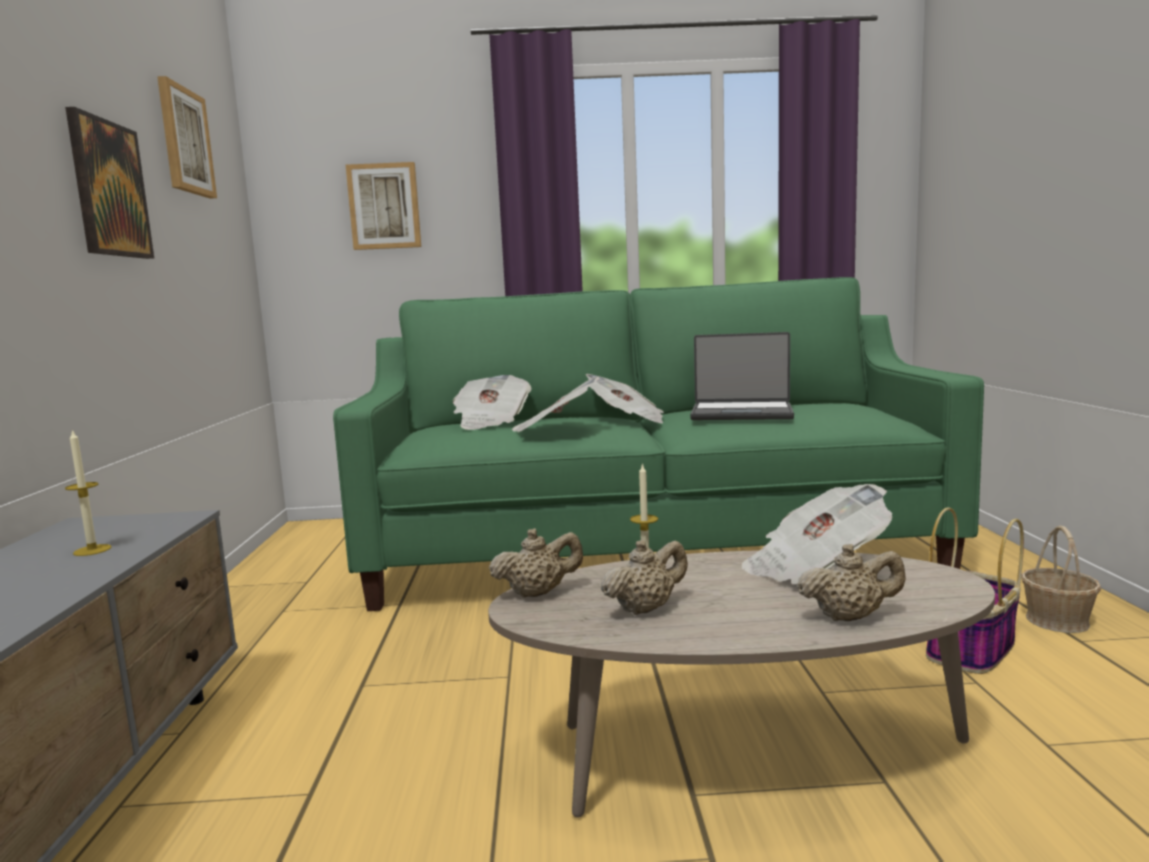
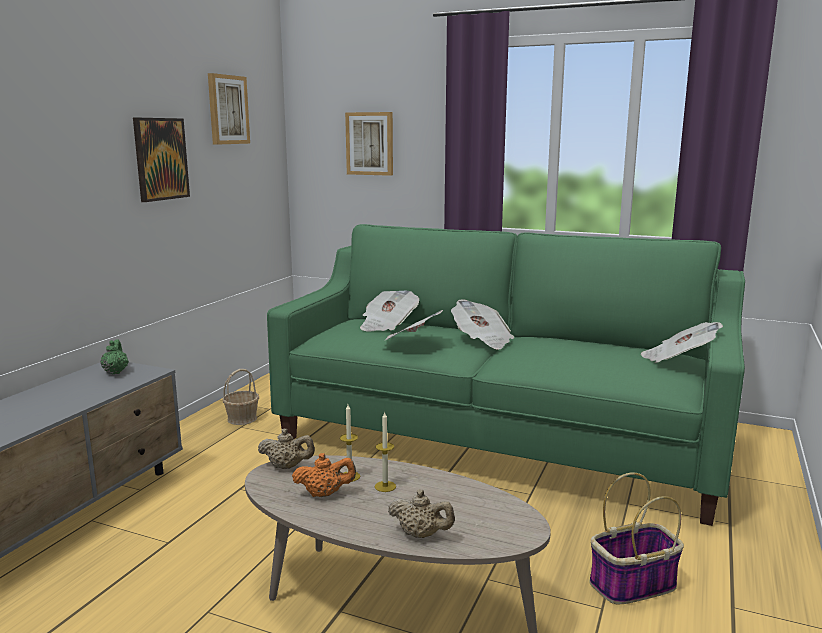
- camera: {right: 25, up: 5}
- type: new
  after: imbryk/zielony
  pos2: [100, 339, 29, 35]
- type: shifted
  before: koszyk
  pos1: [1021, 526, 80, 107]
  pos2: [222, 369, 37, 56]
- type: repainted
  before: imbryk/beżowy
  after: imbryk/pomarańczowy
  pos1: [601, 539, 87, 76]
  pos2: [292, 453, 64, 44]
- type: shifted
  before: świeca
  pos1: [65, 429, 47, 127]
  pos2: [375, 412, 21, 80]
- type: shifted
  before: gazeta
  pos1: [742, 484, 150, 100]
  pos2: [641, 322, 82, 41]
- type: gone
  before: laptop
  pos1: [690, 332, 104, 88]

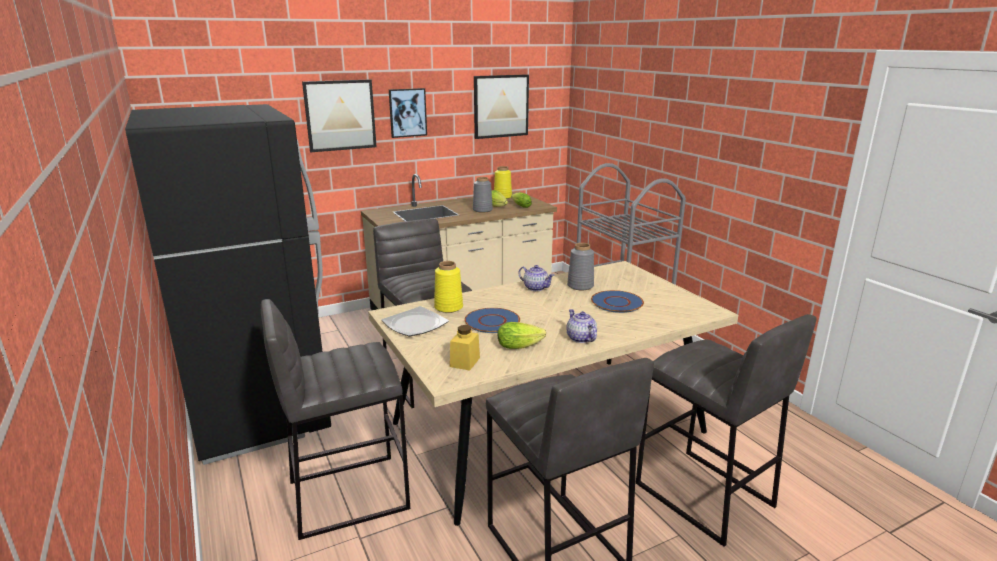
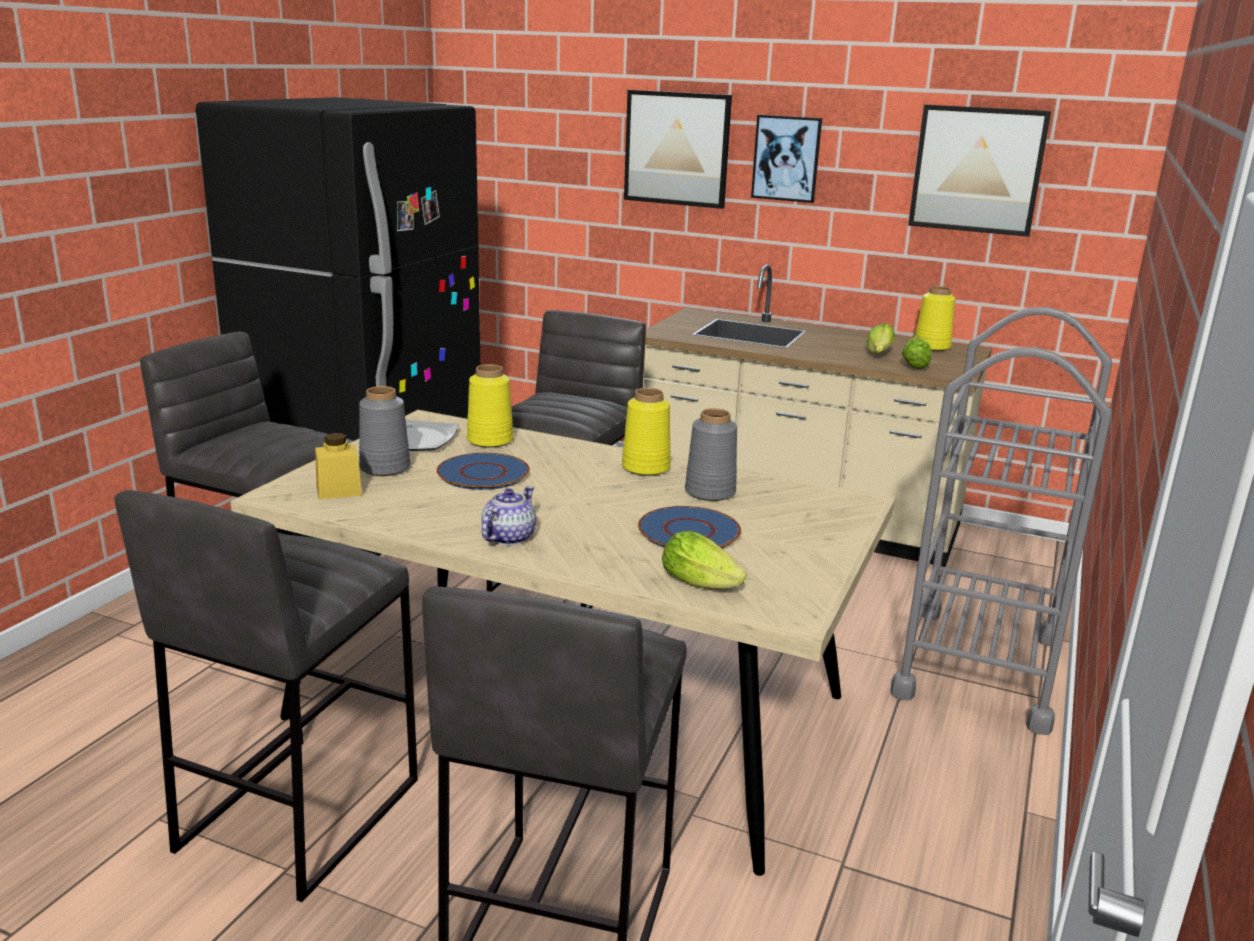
- camera: {right: 50, up: 0}
- type: shifted
  before: wazon/szary
  pos1: [473, 177, 20, 36]
  pos2: [359, 386, 51, 90]
- type: swapped
  before: imbryk
  after: wazon/żółty
  pos1: [518, 265, 37, 26]
  pos2: [622, 388, 49, 88]
- type: shifted
  before: sałata
  pos1: [498, 322, 48, 27]
  pos2: [662, 531, 85, 58]

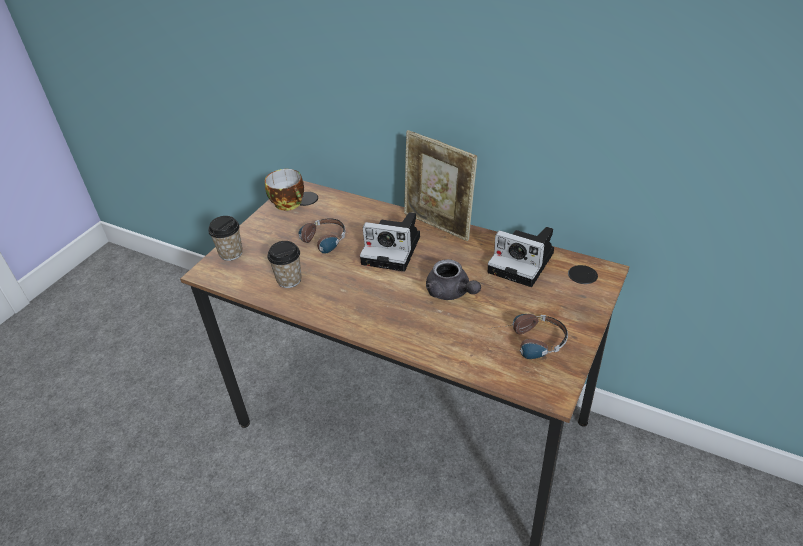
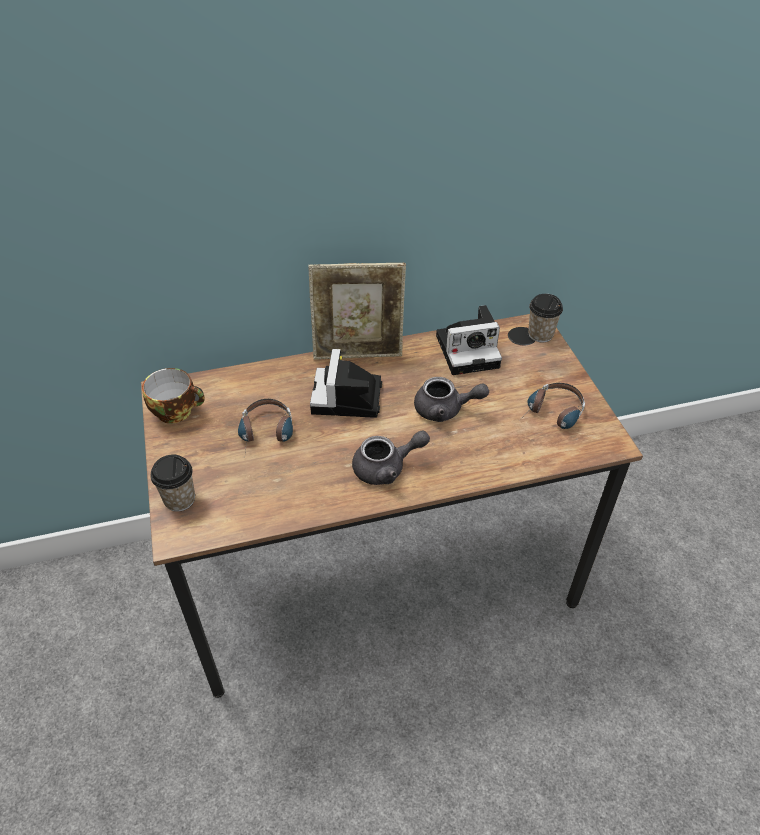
- camera: {right: -45, up: 5}
- type: rotated
  before: aparat fotograficzny
  pos1: [360, 212, 60, 60]
  pos2: [310, 349, 72, 69]
  turn: 120
- type: new
  after: imbryk/szary
  pos2: [352, 430, 78, 55]
- type: shifted
  before: filiżanka
  pos1: [268, 241, 34, 47]
  pos2: [528, 294, 35, 49]

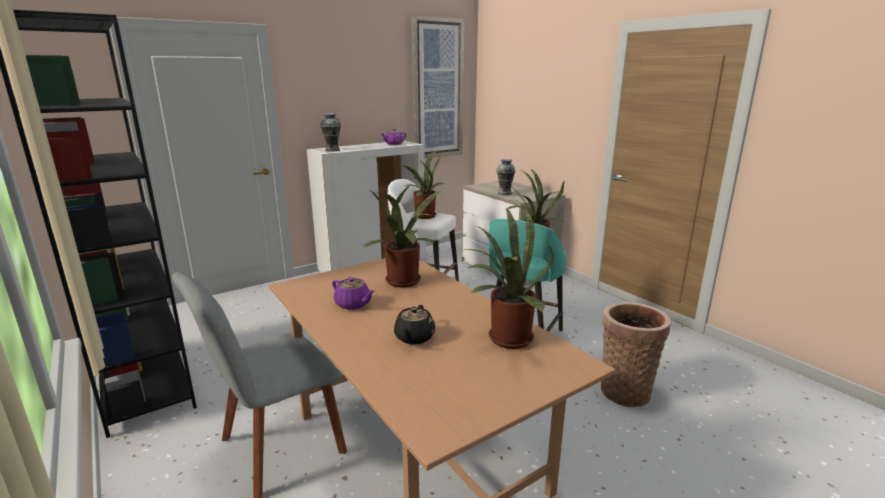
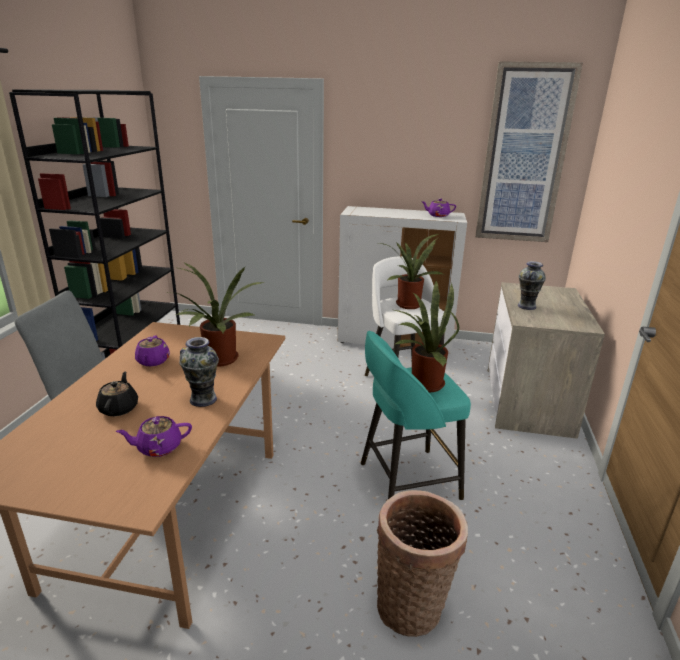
- camera: {right: 45, up: 5}
- type: rotated
  before: imbryk/czarny
  pos1: [394, 305, 41, 39]
  pos2: [96, 371, 42, 45]
  turn: 120
- type: swapped
  before: roślina doniczkowa
  after: imbryk/fioletowy
  pos1: [466, 208, 87, 141]
  pos2: [116, 416, 76, 41]
- type: shifted
  before: wazon
  pos1: [320, 114, 21, 38]
  pos2: [179, 337, 40, 70]

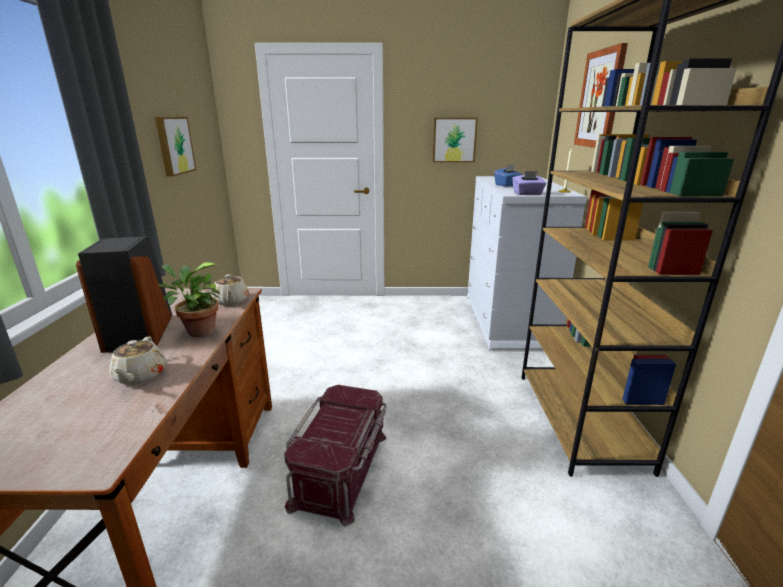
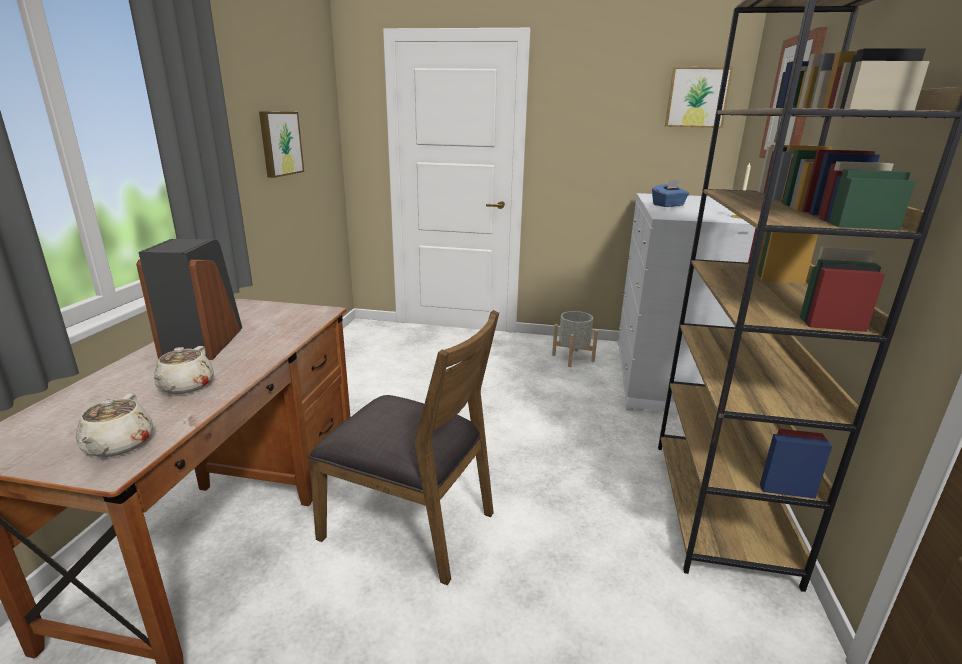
- camera: {right: 10, up: 0}
- type: shifted
  before: imbryk/beżowy
  pos1: [212, 274, 37, 31]
  pos2: [76, 393, 77, 64]
- type: swapped
  before: pojemnik do przechowywania/czerwony
  after: krzesło/brązowy
  pos1: [284, 385, 103, 142]
  pos2: [308, 310, 191, 276]
- type: new
  after: donica/szary
  pos2: [552, 311, 46, 56]
- type: shifted
  before: obraz
  pos1: [433, 118, 45, 44]
  pos2: [665, 67, 68, 61]
- type: gone
  before: roślina doniczkowa
  pos1: [158, 262, 62, 75]
- type: gone
  before: pudełko chusteczek/fioletowy
  pos1: [512, 171, 34, 24]

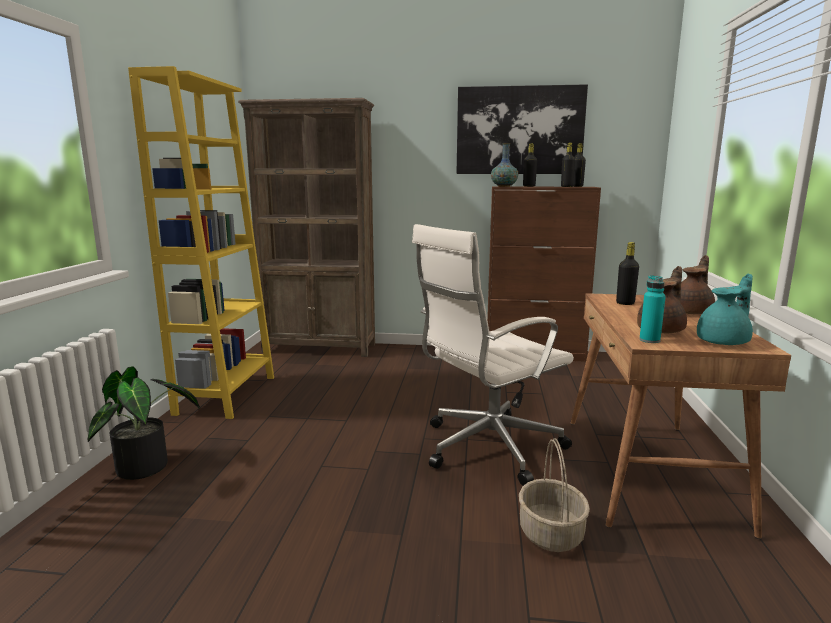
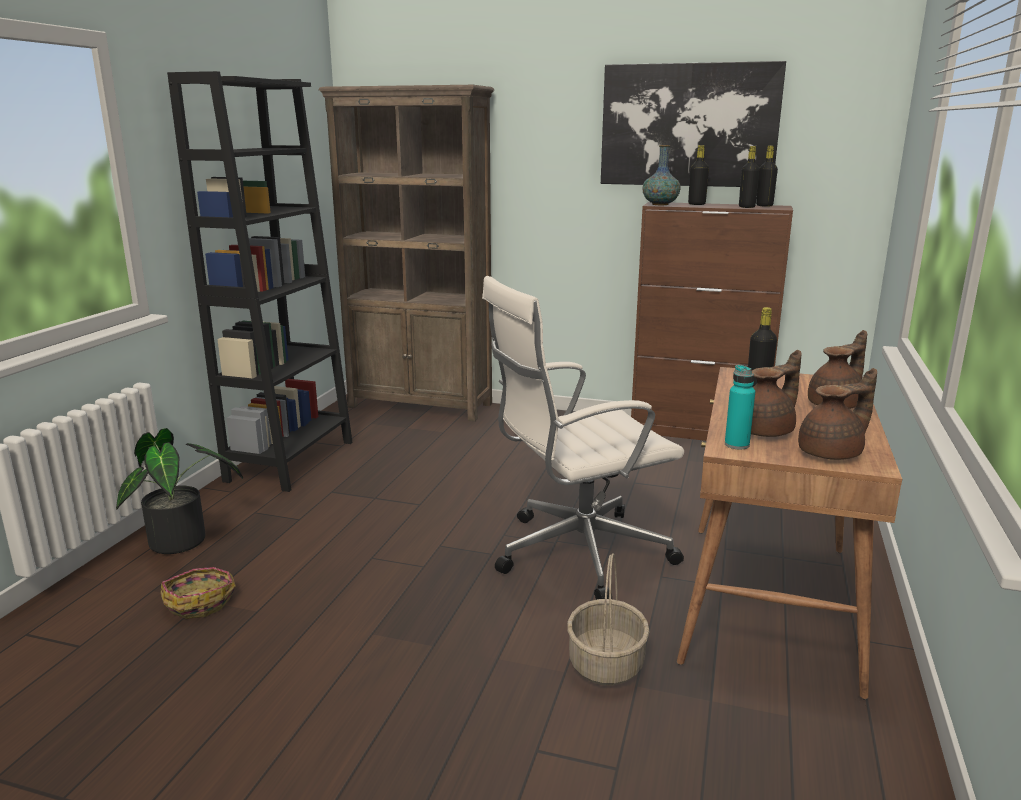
- camera: {right: 10, up: 5}
- type: new
  after: koszyk
  pos2: [160, 567, 76, 52]
- type: repainted
  before: regał/żółty
  after: regał/czarny
  pos1: [128, 66, 146, 353]
  pos2: [167, 71, 186, 421]
- type: repainted
  before: imbryk/turkusowy
  after: imbryk/brązowy
  pos1: [697, 274, 56, 71]
  pos2: [798, 368, 79, 92]

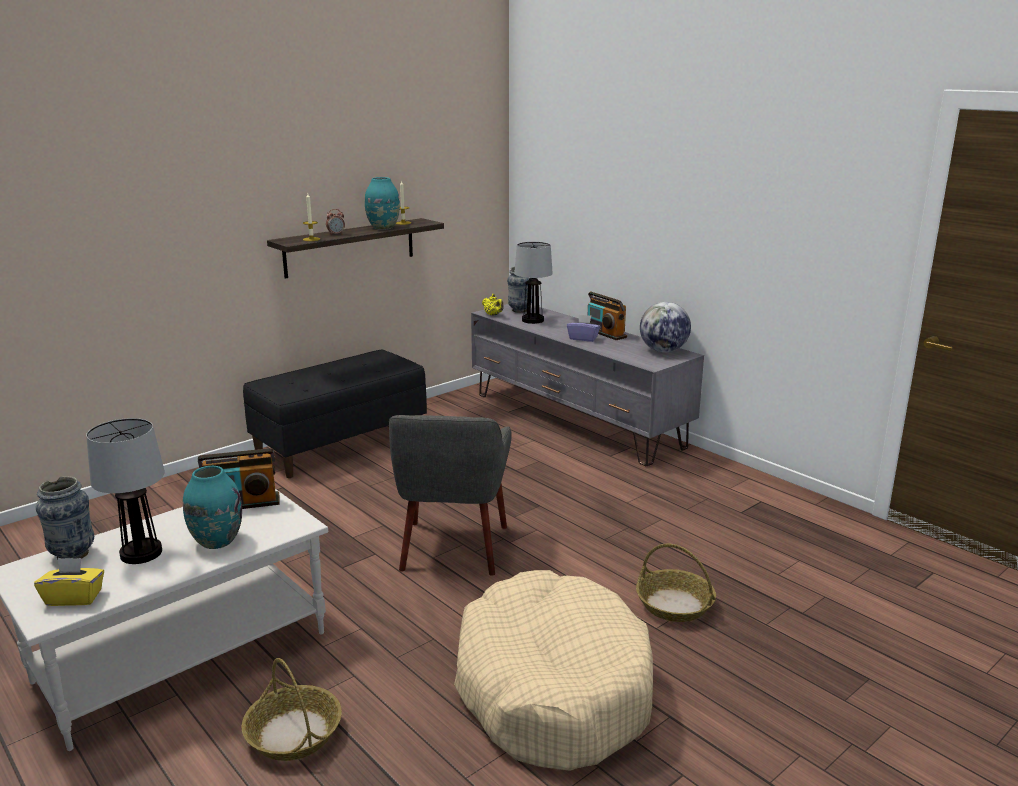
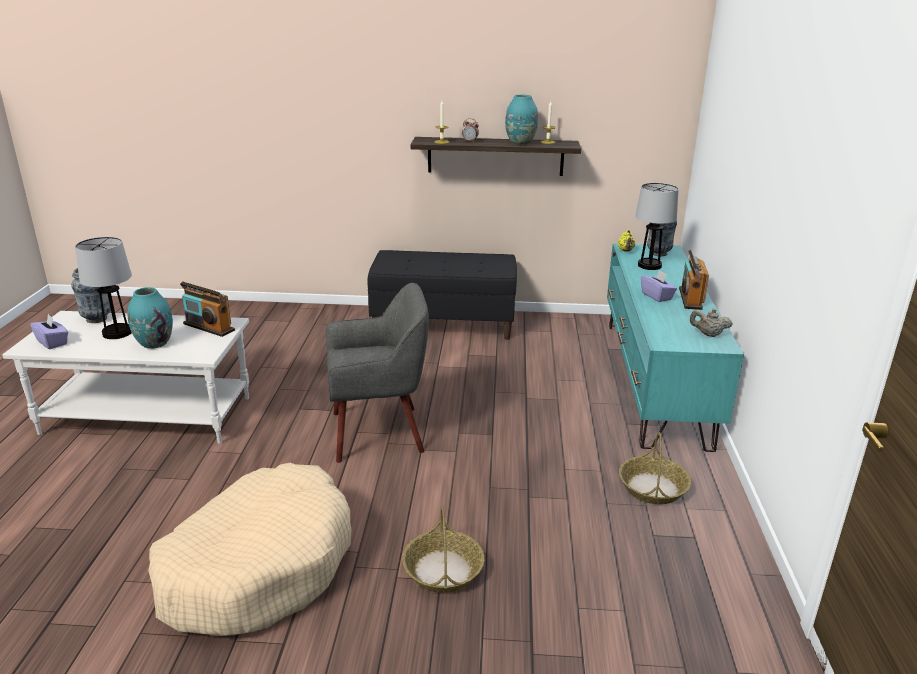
- camera: {right: 45, up: 5}
- type: repainted
  before: pudełko chusteczek/żółty
  after: pudełko chusteczek/fioletowy
  pos1: [34, 558, 70, 48]
  pos2: [30, 314, 38, 35]
- type: rotated
  before: fotel/szary
  pos1: [389, 415, 123, 161]
  pos2: [326, 283, 103, 180]
  turn: -150
- type: repainted
  before: szafka pod telewizor/szary
  after: szafka pod telewizor/turkusowy
  pos1: [471, 304, 233, 162]
  pos2: [607, 243, 137, 209]
- type: shifted
  before: koszyk
  pos1: [241, 658, 101, 103]
  pos2: [619, 432, 72, 72]
- type: swapped
  before: globus
  after: imbryk/beżowy
  pos1: [640, 302, 51, 50]
  pos2: [690, 309, 43, 28]

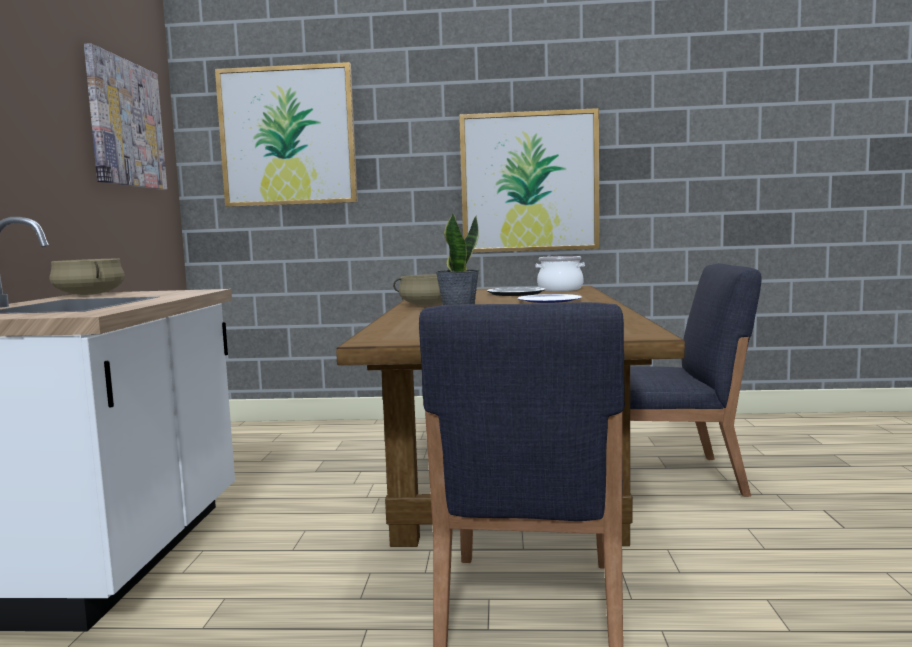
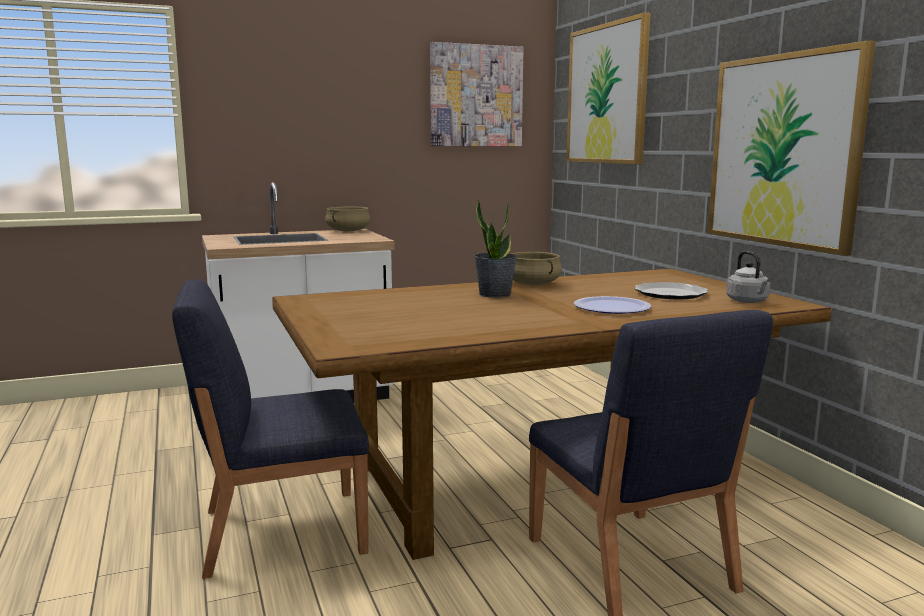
- camera: {right: 65, up: 5}
- type: swapped
  before: garnek
  after: czajnik/szary
  pos1: [535, 256, 50, 35]
  pos2: [726, 251, 44, 52]

